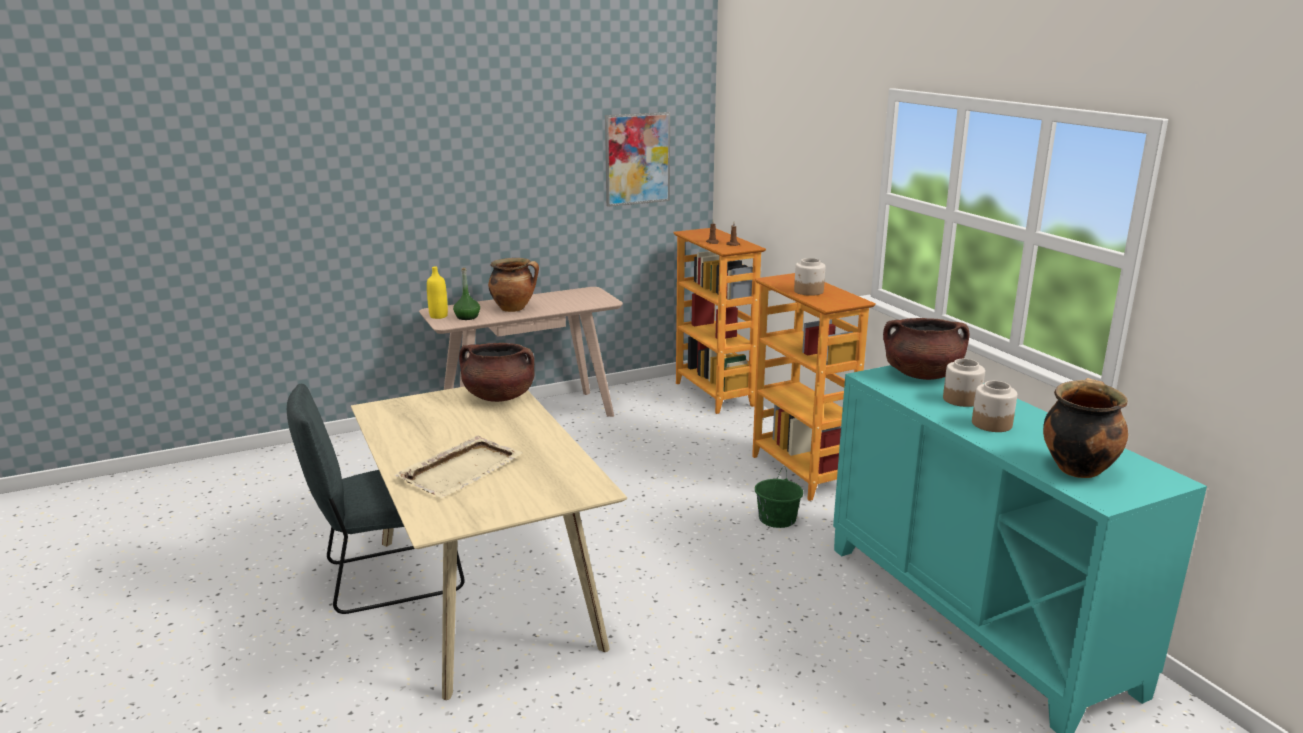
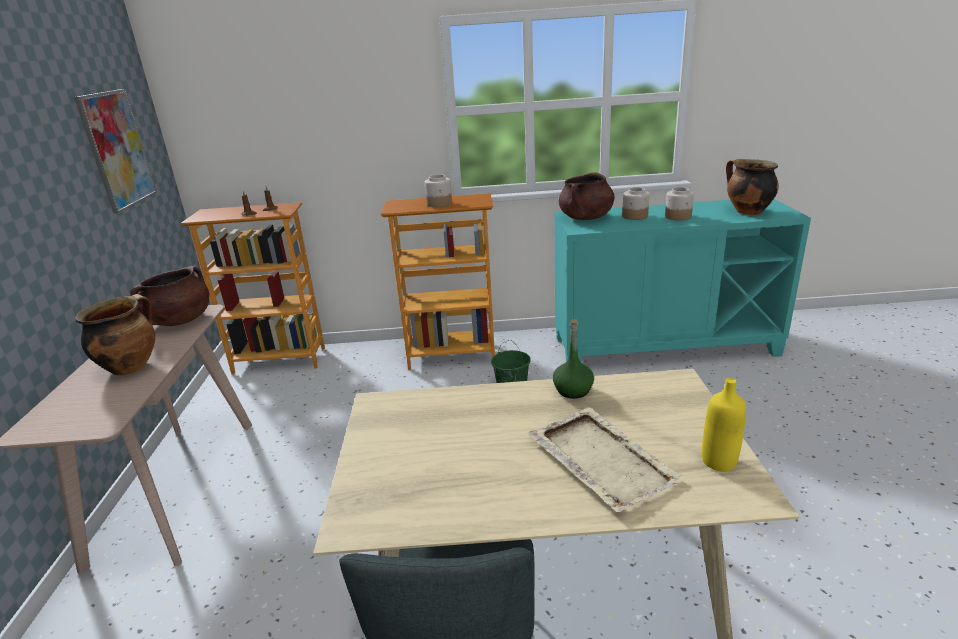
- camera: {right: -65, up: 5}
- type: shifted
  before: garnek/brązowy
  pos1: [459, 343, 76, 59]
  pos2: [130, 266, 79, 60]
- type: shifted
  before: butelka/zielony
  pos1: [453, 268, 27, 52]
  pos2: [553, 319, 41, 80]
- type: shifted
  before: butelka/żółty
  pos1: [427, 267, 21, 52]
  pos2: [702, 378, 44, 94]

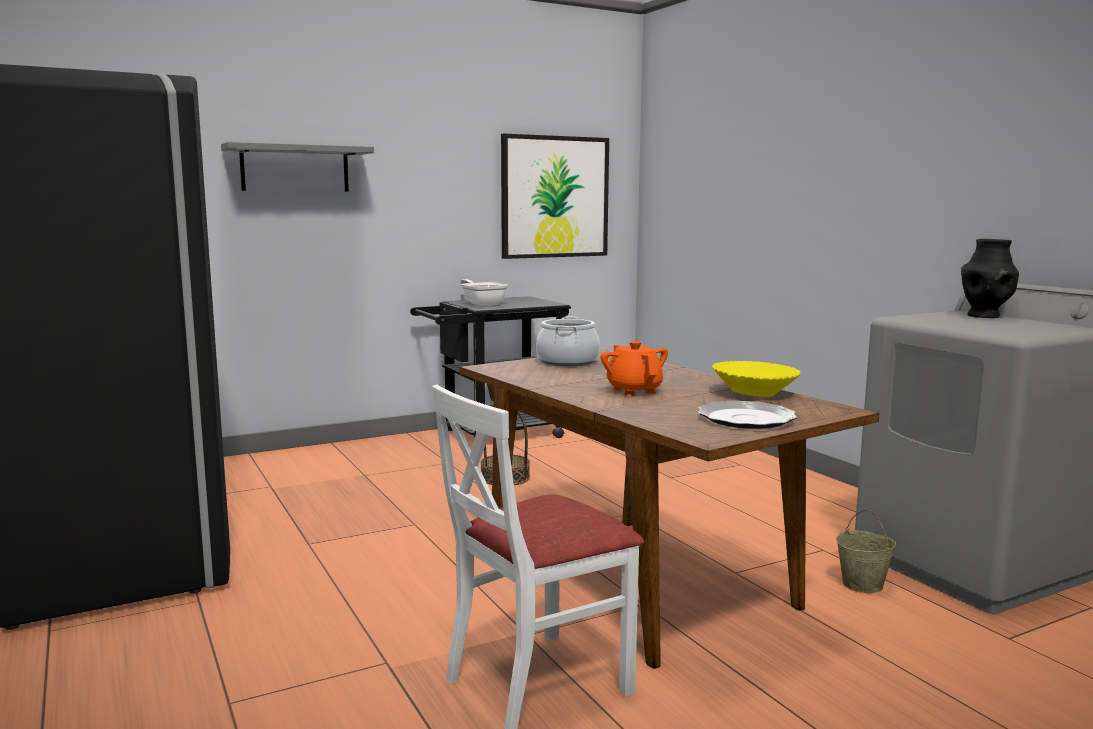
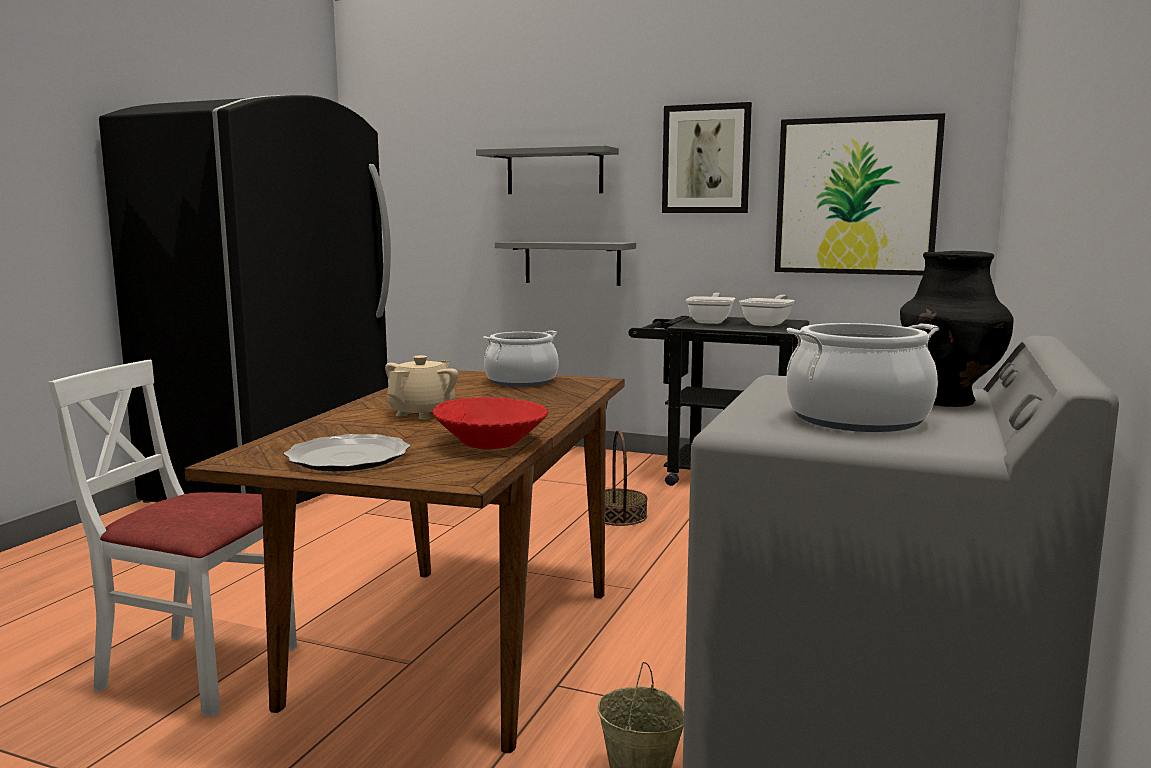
- camera: {right: 50, up: 0}
- type: repainted
  before: imbryk/pomarańczowy
  after: imbryk/beżowy
  pos1: [601, 341, 67, 55]
  pos2: [385, 355, 73, 65]
- type: repainted
  before: miska/żółty
  after: miska/czerwony
  pos1: [712, 361, 89, 36]
  pos2: [432, 397, 116, 52]
- type: new
  after: półka/szary
  pos2: [495, 241, 141, 45]
- type: new
  after: obraz
  pos2: [662, 102, 90, 111]
- type: new
  after: patelnia
  pos2: [739, 295, 56, 31]
- type: new
  after: garnek
  pos2: [786, 323, 153, 109]

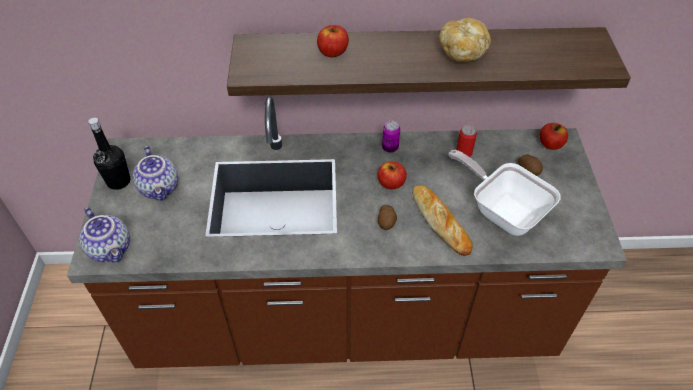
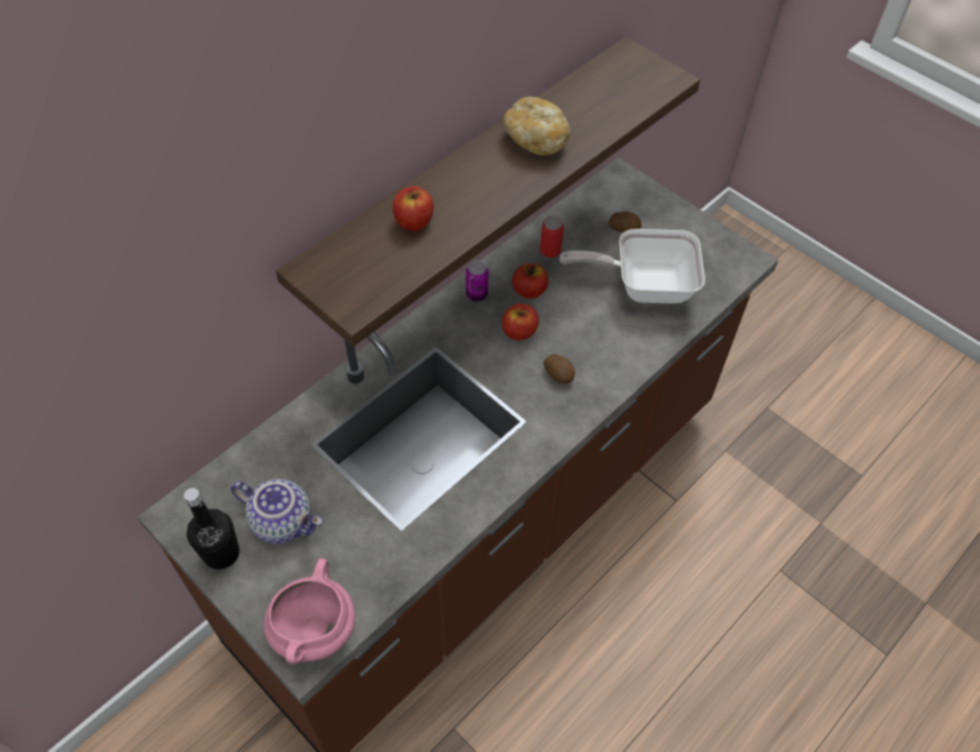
- camera: {right: -45, up: 5}
- type: swapped
  before: imbryk
  after: garnek/różowy
  pos1: [79, 207, 51, 56]
  pos2: [264, 558, 91, 106]
- type: shifted
  before: jabłko
  pos1: [540, 123, 28, 27]
  pos2: [512, 263, 36, 36]
- type: gone
  before: chleb
  pos1: [413, 186, 60, 70]

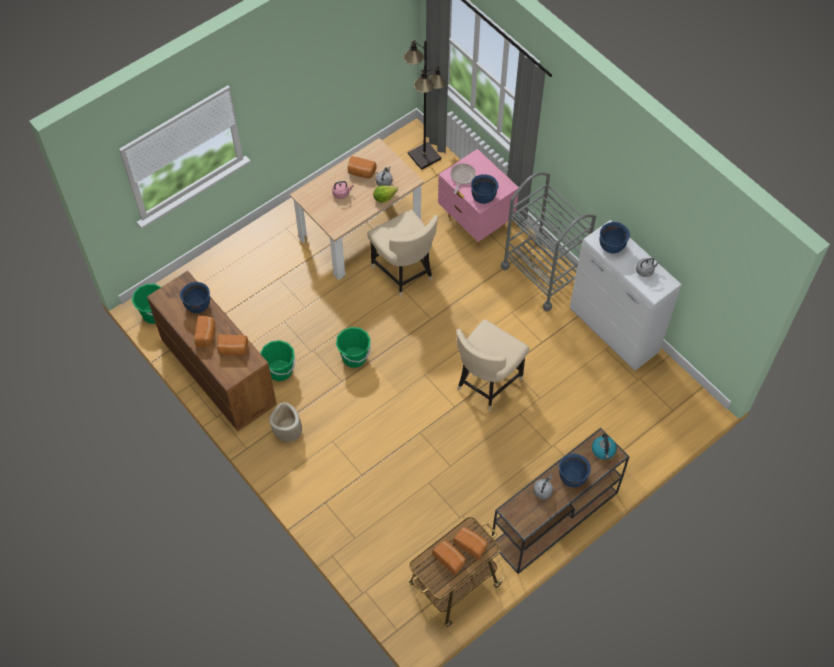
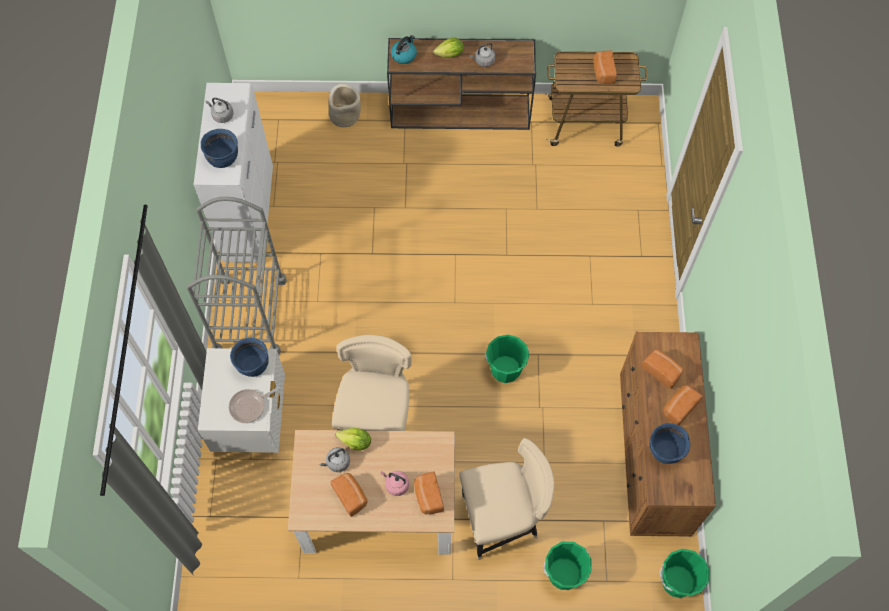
- camera: {right: -140, up: 5}
- type: repainted
  before: szafka nocna/różowy
  after: szafka nocna/biały
  pos1: [438, 149, 81, 97]
  pos2: [198, 348, 87, 106]
- type: shifted
  before: donica/beżowy
  pos1: [269, 402, 33, 40]
  pos2: [329, 84, 32, 43]
- type: shifted
  before: chleb
  pos1: [453, 527, 34, 33]
  pos2: [414, 471, 30, 44]
- type: swapped
  before: garnek/niebieski
  after: sałata
  pos1: [559, 454, 32, 34]
  pos2: [433, 38, 31, 20]
- type: shifted
  before: krzesło/beżowy
  pos1: [456, 319, 73, 92]
  pos2: [459, 438, 95, 122]
- type: shifted
  before: wiadro/zielony
  pos1: [260, 340, 36, 41]
  pos2: [543, 542, 49, 48]
- type: gone
  before: lampa stojąca/czarny
  pos1: [404, 40, 43, 130]

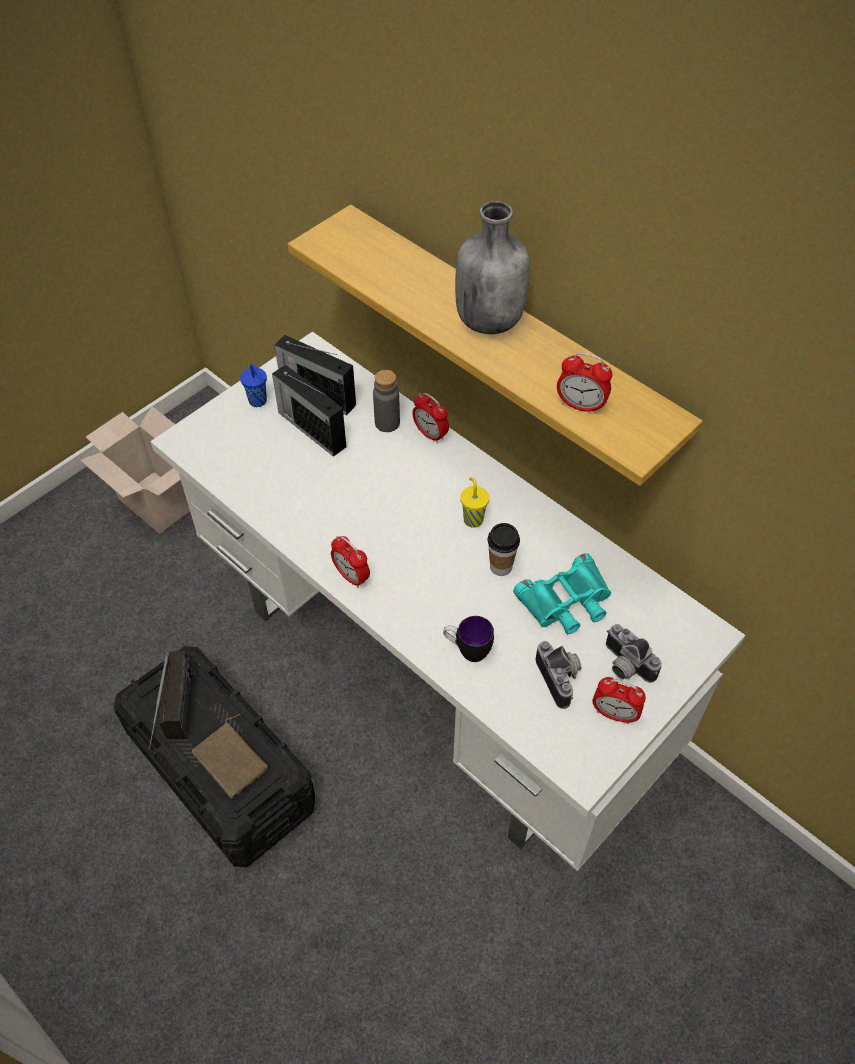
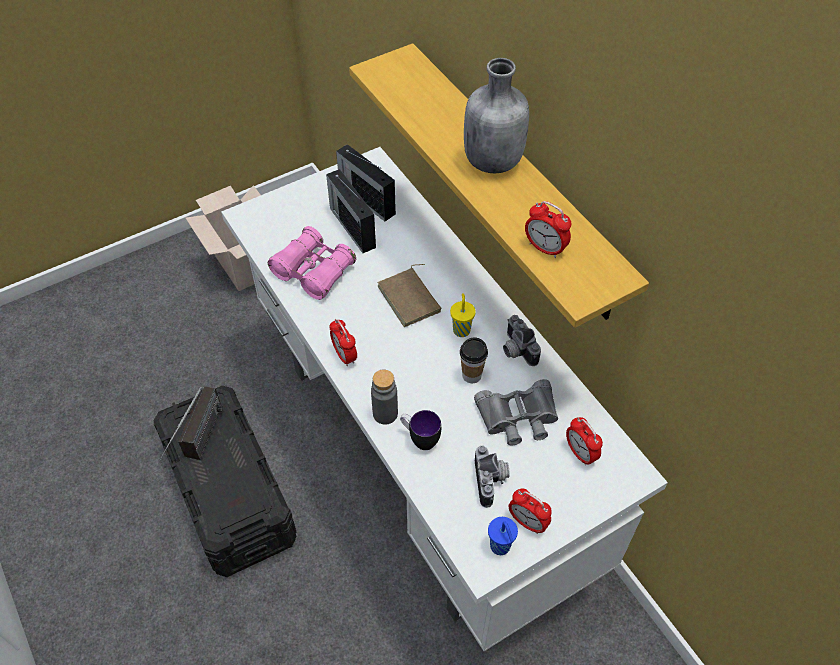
- camera: {right: 15, up: 0}
- type: new
  after: lornetka/różowy
  pos2: [268, 226, 88, 74]
- type: shifted
  before: butelka/szary
  pos1: [373, 370, 27, 62]
  pos2: [371, 370, 27, 55]
- type: shifted
  before: książka/brązowy
  pos1: [192, 714, 76, 85]
  pos2: [378, 264, 63, 63]
- type: repainted
  before: lornetka/turkusowy
  after: lornetka/szary
  pos1: [513, 553, 98, 81]
  pos2: [474, 379, 84, 67]
- type: shifted
  before: filiżanka/niebieski
  pos1: [240, 364, 27, 43]
  pos2: [488, 517, 30, 38]
- type: shifted
  before: aparat fotograficzny
  pos1: [606, 624, 56, 59]
  pos2: [503, 315, 38, 51]
- type: shifted
  before: budzik
  pos1: [412, 393, 37, 50]
  pos2: [566, 417, 37, 49]

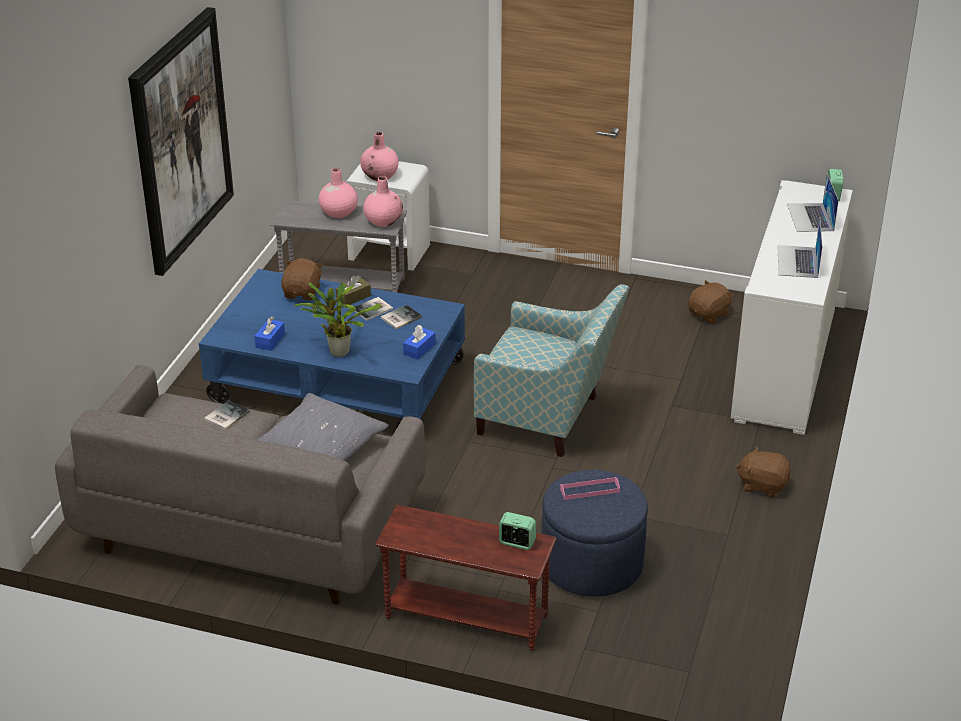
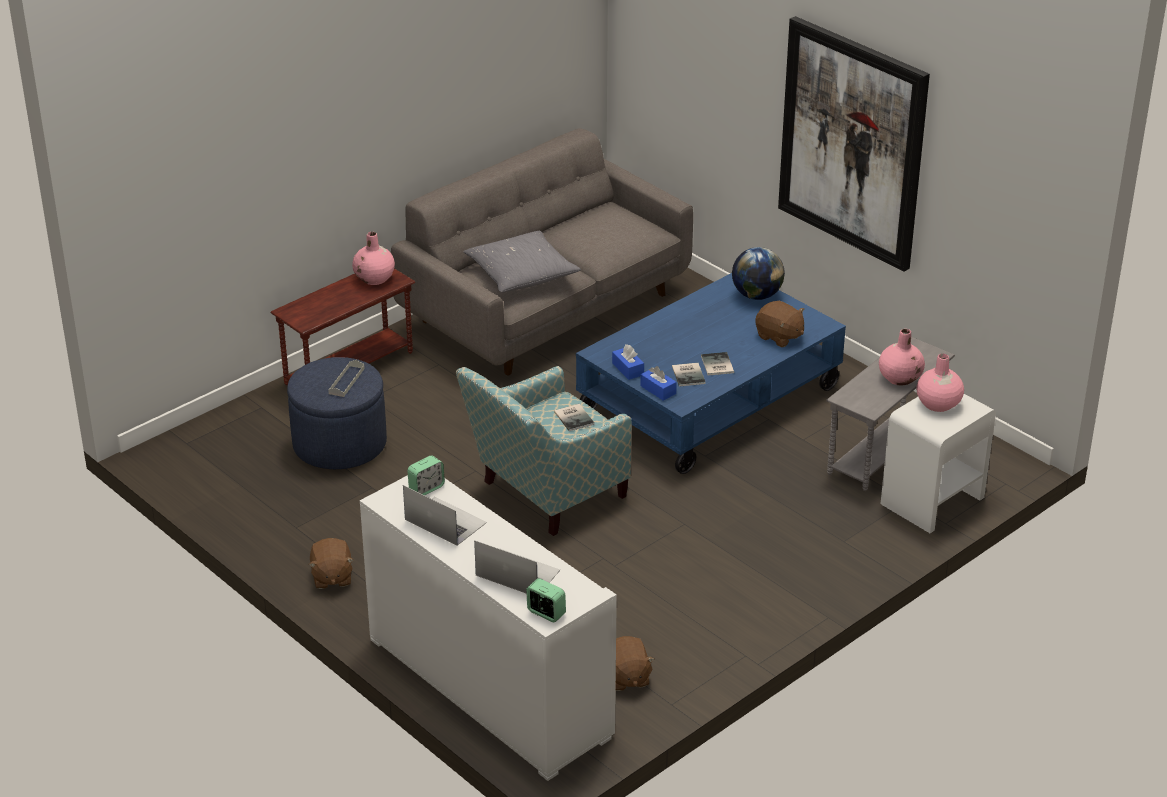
- camera: {right: 120, up: 0}
- type: rotated
  before: pluszak/brązowy
  pos1: [736, 446, 55, 52]
  pos2: [309, 538, 45, 51]
  turn: 120
- type: repainted
  before: taca/różowy
  after: taca/szary
  pos1: [560, 477, 60, 23]
  pos2: [328, 360, 37, 37]
- type: shifted
  before: wazon/różowy
  pos1: [363, 176, 40, 51]
  pos2: [352, 232, 43, 53]
- type: shifted
  before: budzik
  pos1: [499, 512, 37, 38]
  pos2: [407, 455, 38, 40]
- type: shifted
  before: książka
  pos1: [204, 401, 46, 29]
  pos2: [554, 404, 40, 27]
- type: shifted
  before: pudełko chusteczek/niebieski
  pos1: [254, 316, 31, 35]
  pos2: [640, 366, 37, 35]
- type: new
  after: globus
  pos2: [732, 247, 53, 53]
- type: gone
  before: roślina doniczkowa
  pos1: [295, 282, 86, 75]
- type: gone
  before: pudełko chusteczek/brązowy
  pos1: [336, 275, 35, 30]

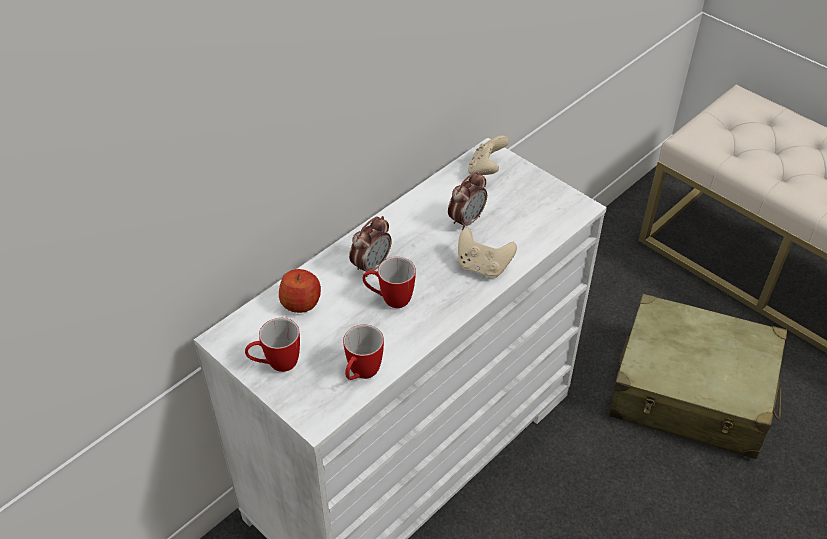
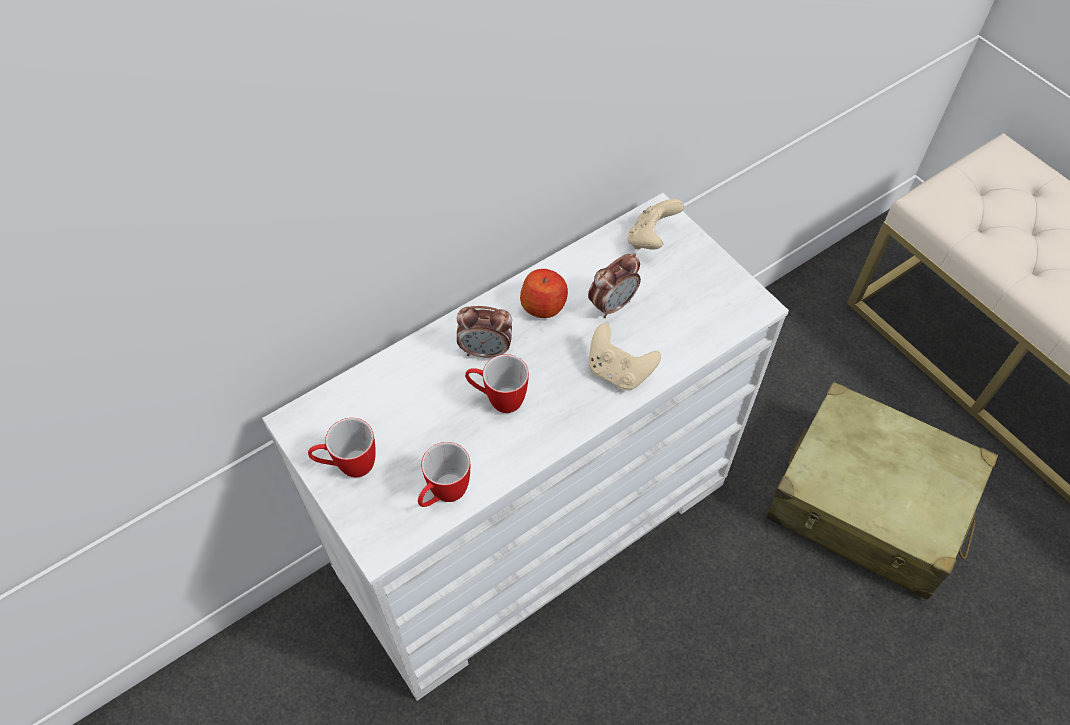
- camera: {right: 10, up: 10}
- type: rotated
  before: budzik
  pos1: [349, 216, 43, 61]
  pos2: [456, 306, 56, 51]
  turn: 45
- type: shifted
  before: jabłko
  pos1: [279, 269, 42, 44]
  pos2: [520, 269, 48, 49]

